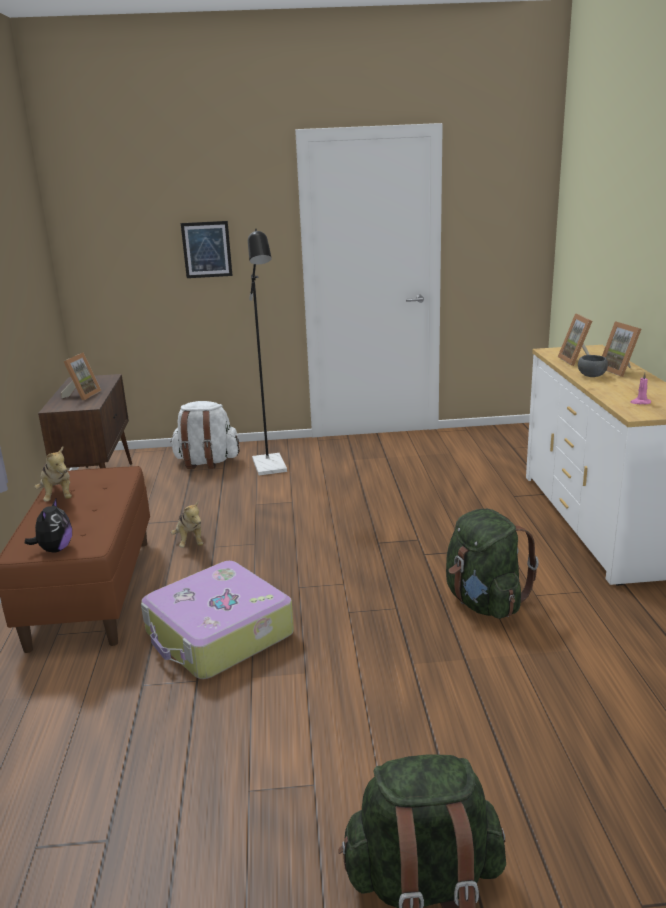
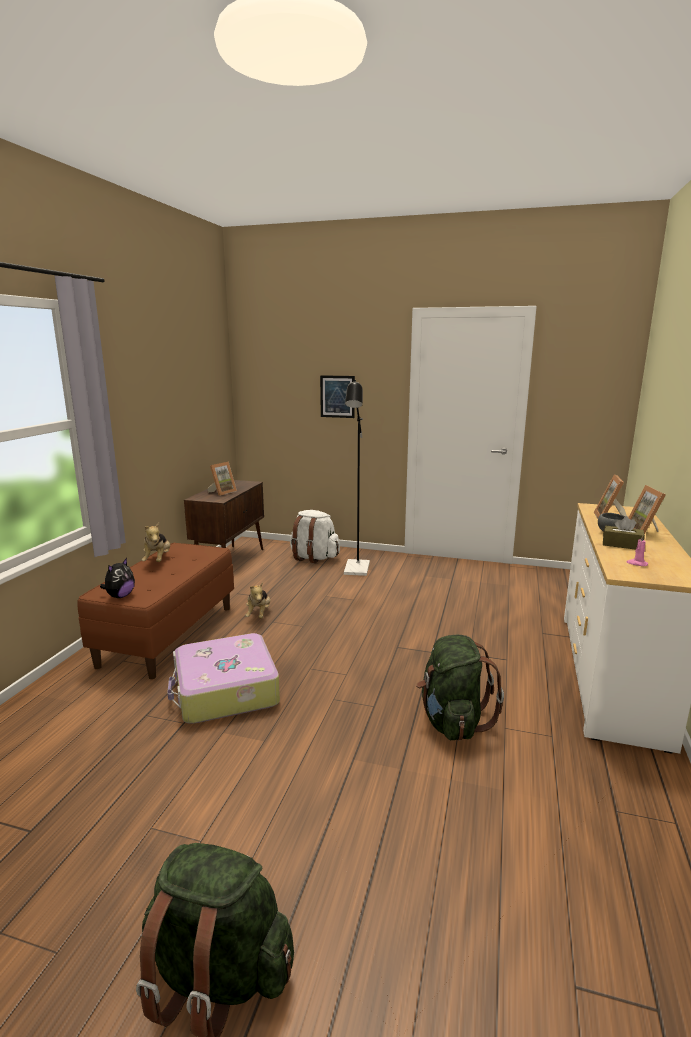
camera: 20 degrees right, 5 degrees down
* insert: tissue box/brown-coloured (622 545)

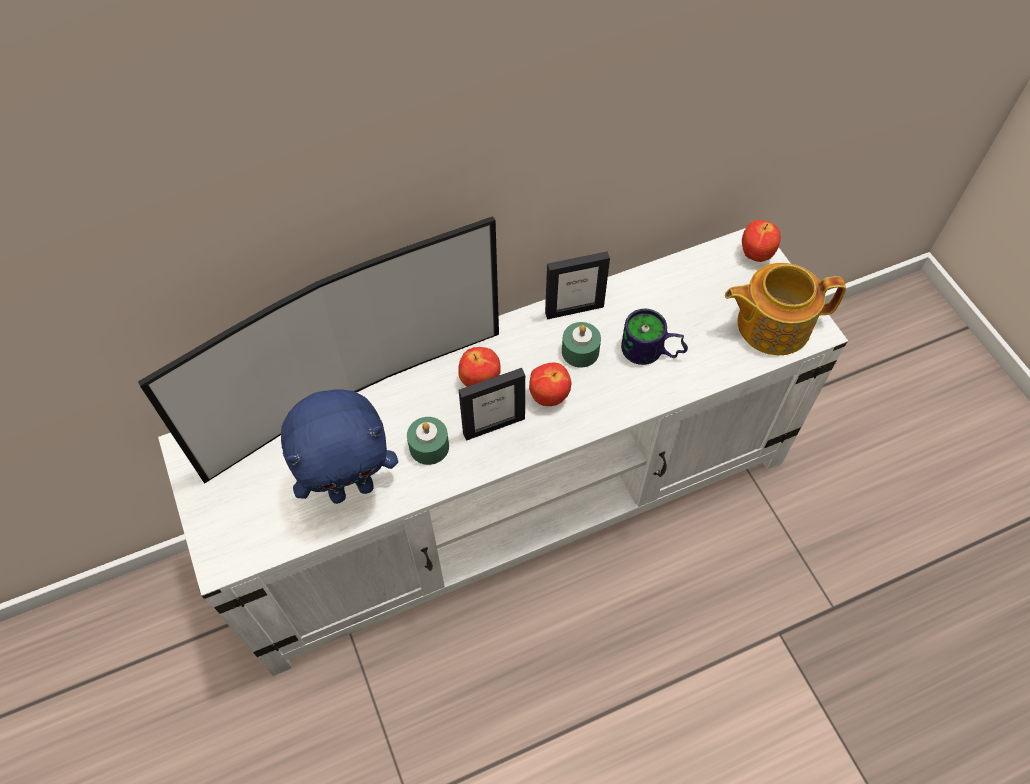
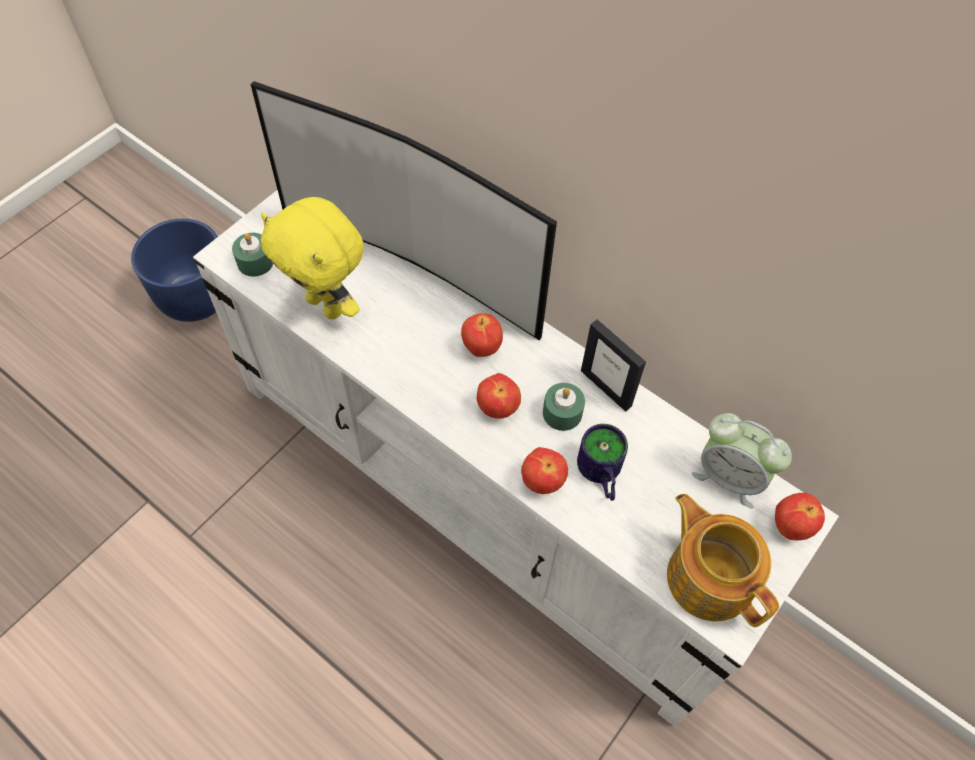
camera: 60 degrees right, 0 degrees up
* delete: picture frame (493 425)
* insert: plant pot/bluish (195 297)
* insert: whole apple (542 481)
* insert: table clock (729 477)
* move: candle/greenish (429 446) to (255 262)
* recolor: soft toy/bluish (352 488) to soft toy/yellow-coloured (327 305)

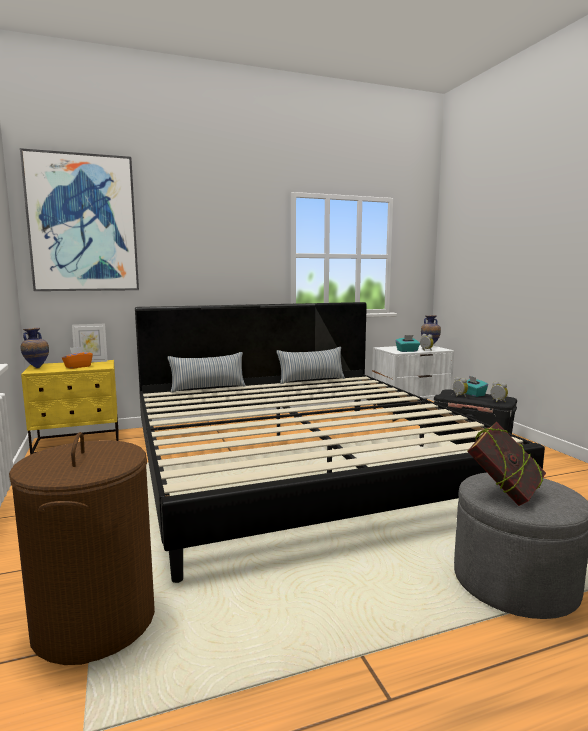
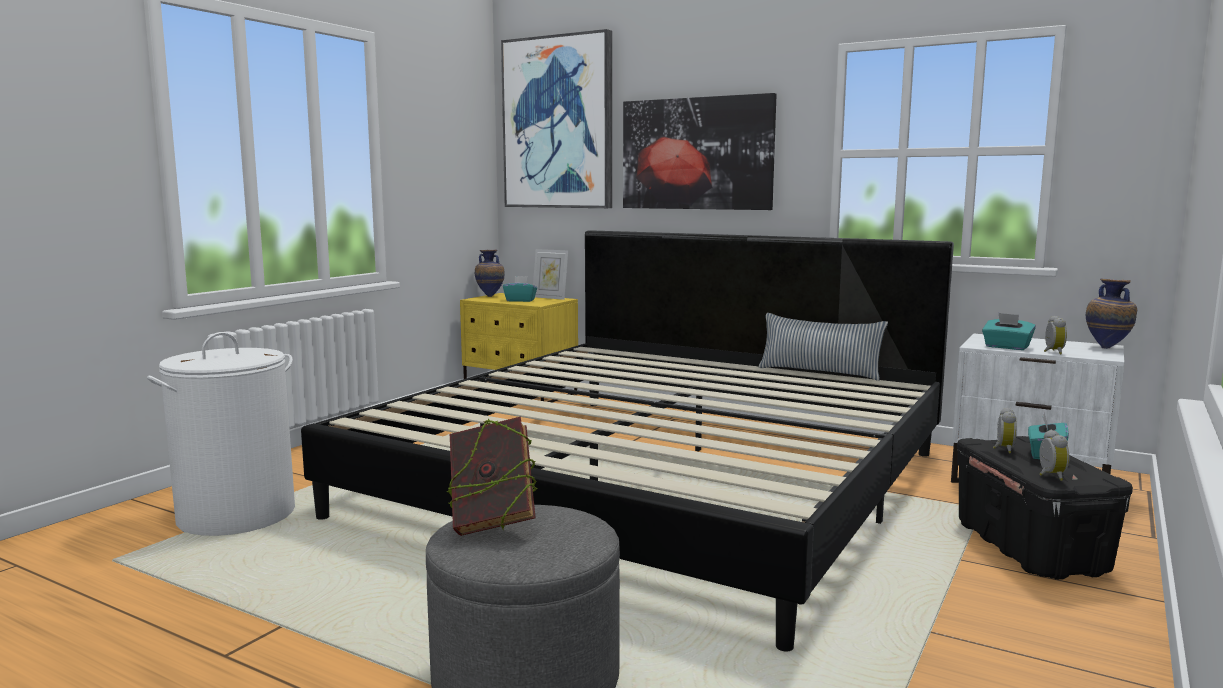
camera: 50 degrees right, 0 degrees up
* delete: throw pillow (208 388)
* insert: wall picture (696 154)
* recolor: washing basket/brown-coloured (94 621) to washing basket/whitish (237 515)
* recolor: tissue box/orange-coloured (78 366) to tissue box/turquoise-coloured (520 300)

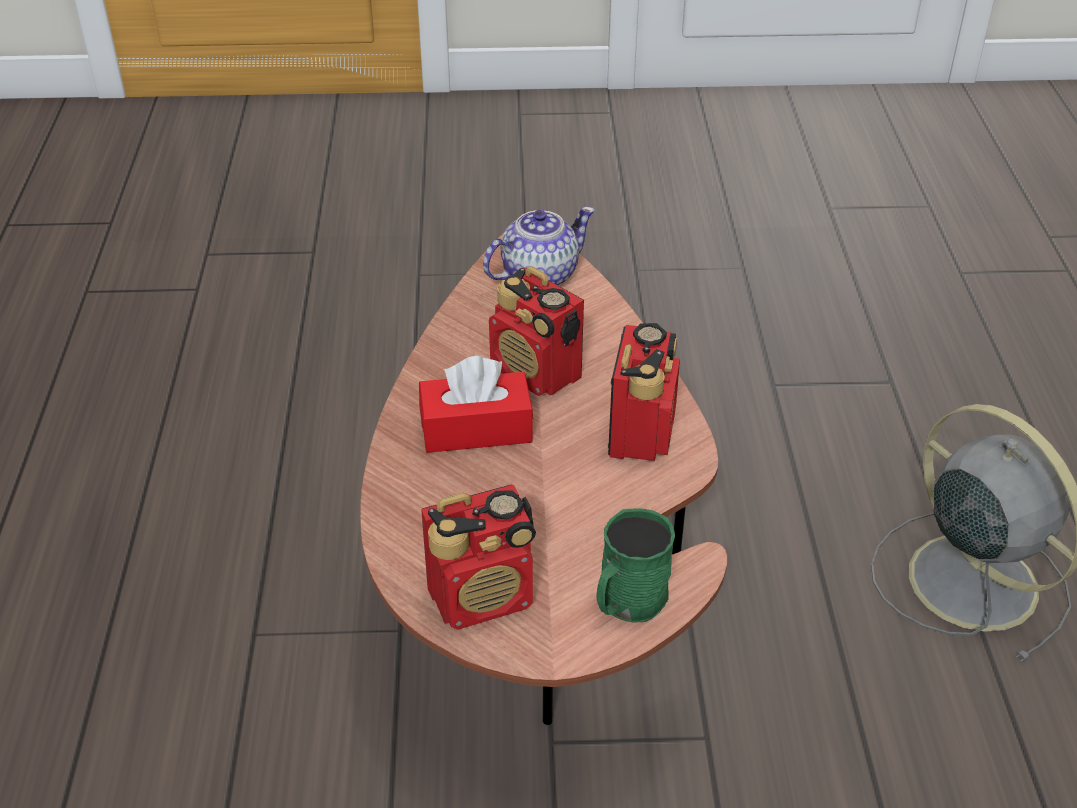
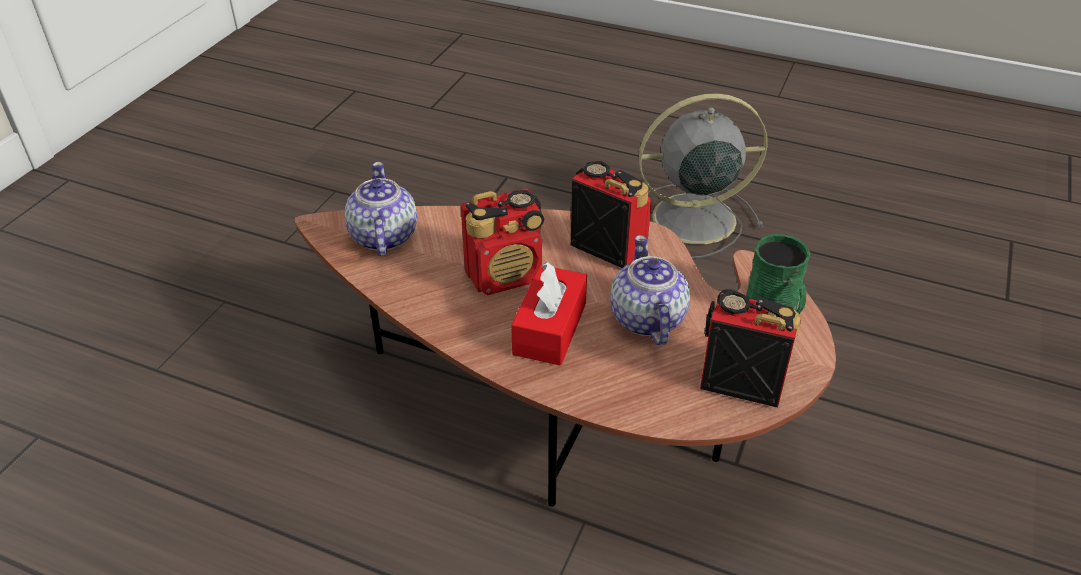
camera: 65 degrees left, 0 degrees up
* insert: teapot (646 319)
* rotate: radio receiver (483 597) = (740 380) 75 degrees counterclockwise

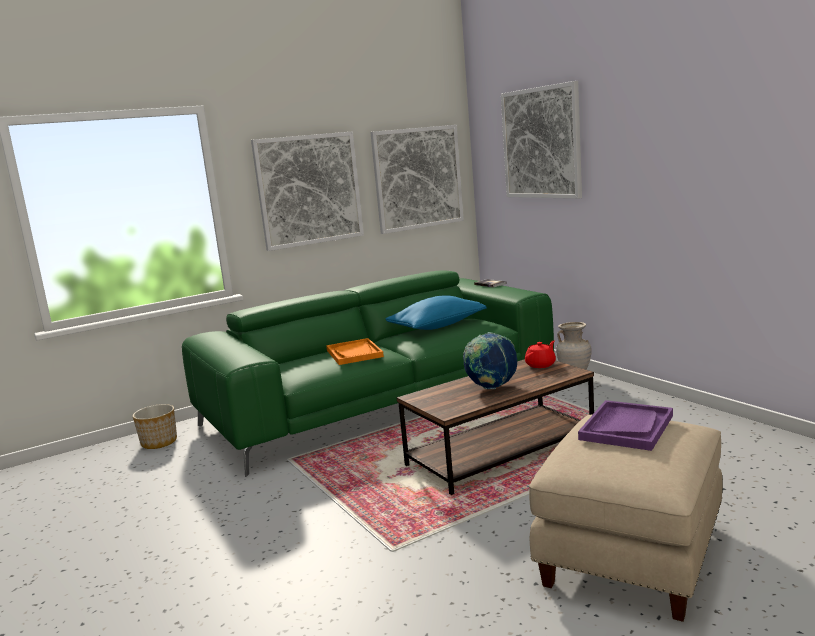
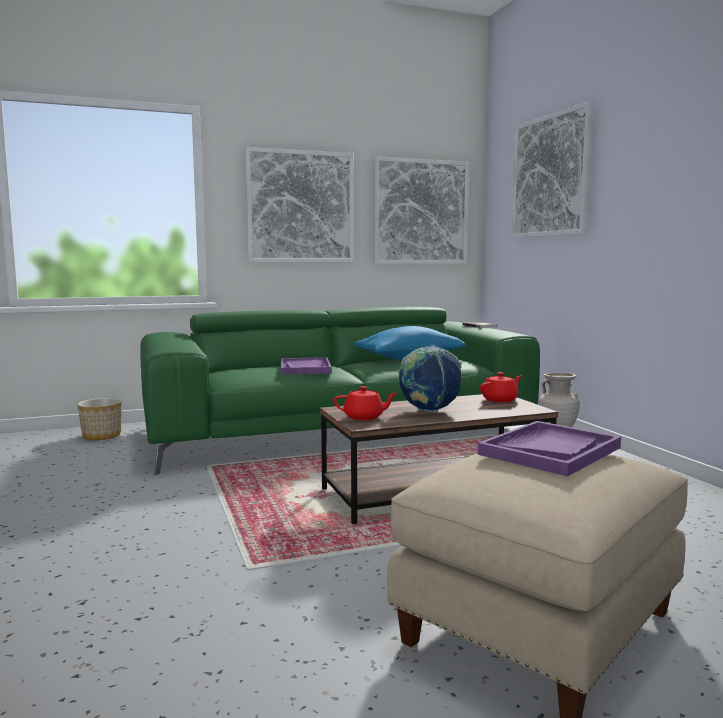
camera: 10 degrees right, 5 degrees down
* insert: teapot/red-coloured (364 417)
* recolor: tray/orange-coloured (354 353) to tray/purplish (305 368)

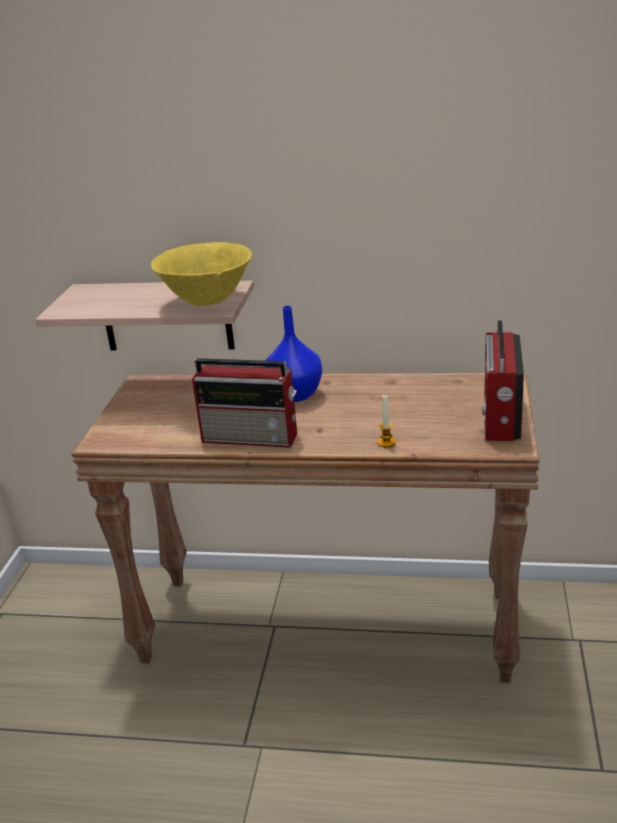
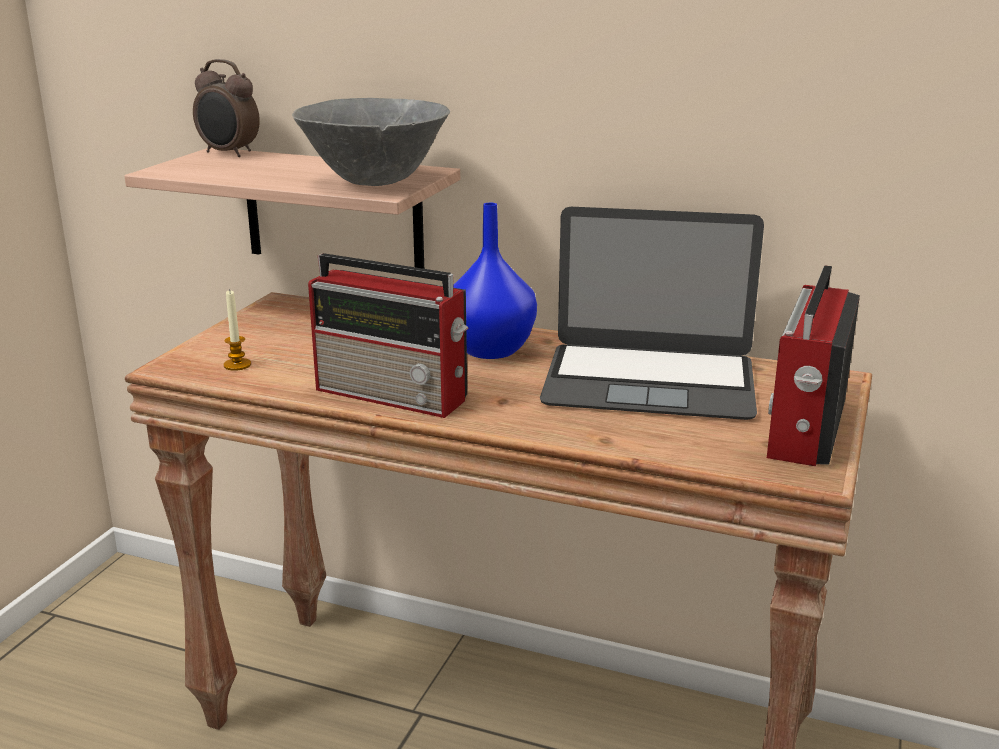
camera: 10 degrees right, 5 degrees down
* insert: table clock (229 154)
* insert: laptop (649 381)
* move: candle (386 442) to (237 365)
* recolor: serving bowl/yellow-coloured (208 301) to serving bowl/greyish (376 182)

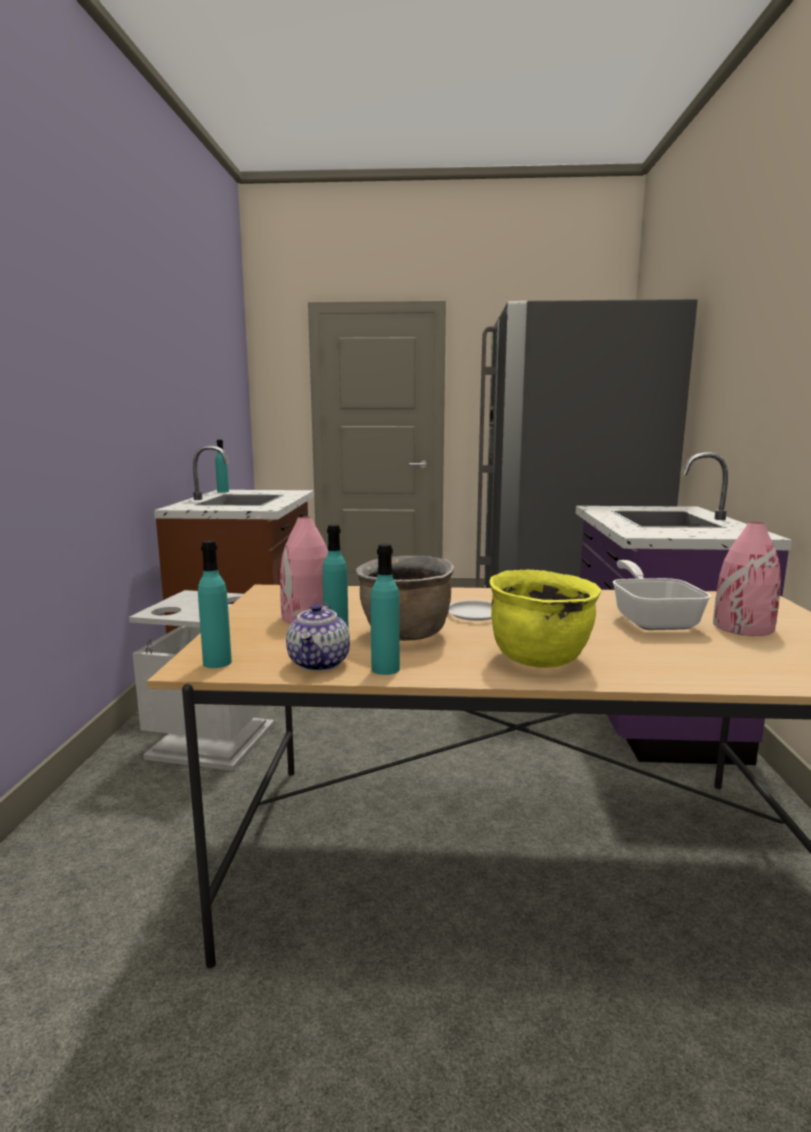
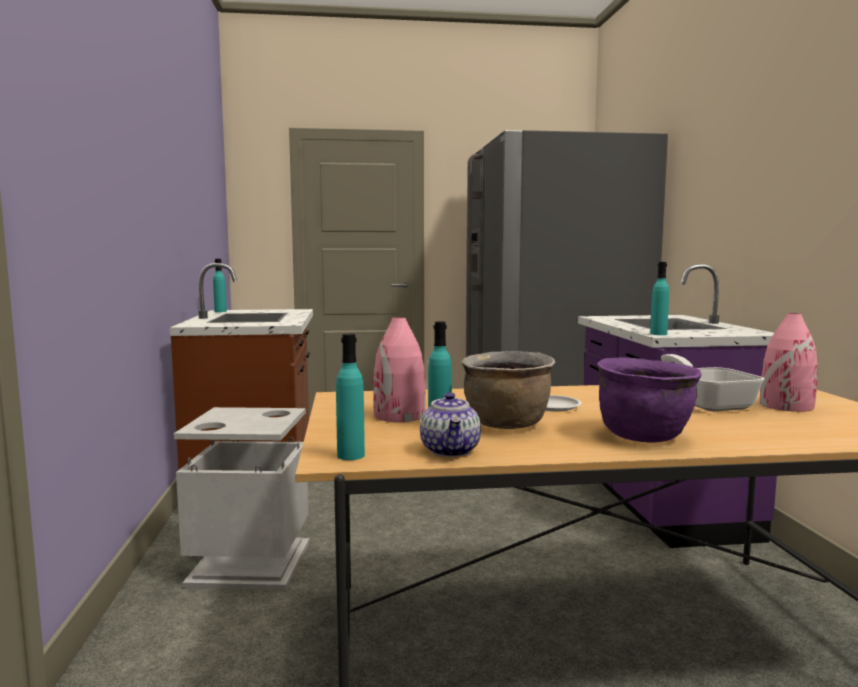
camera: 10 degrees left, 5 degrees down
* move: drink bottle/turquoise-coloured (385 669) to (658 334)
* recolor: saucepot/yellow-coloured (540 658) to saucepot/purplish (644 436)

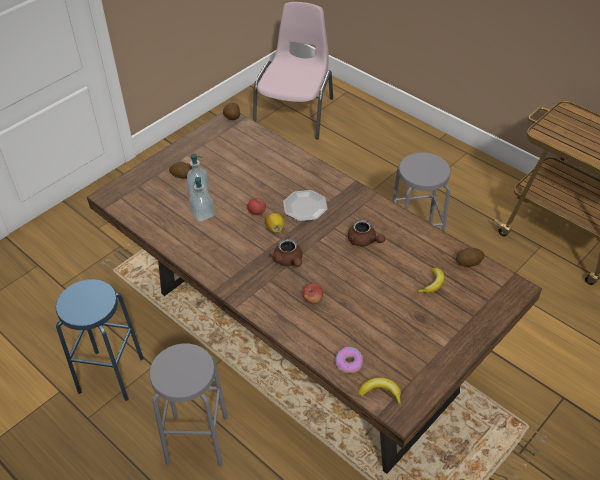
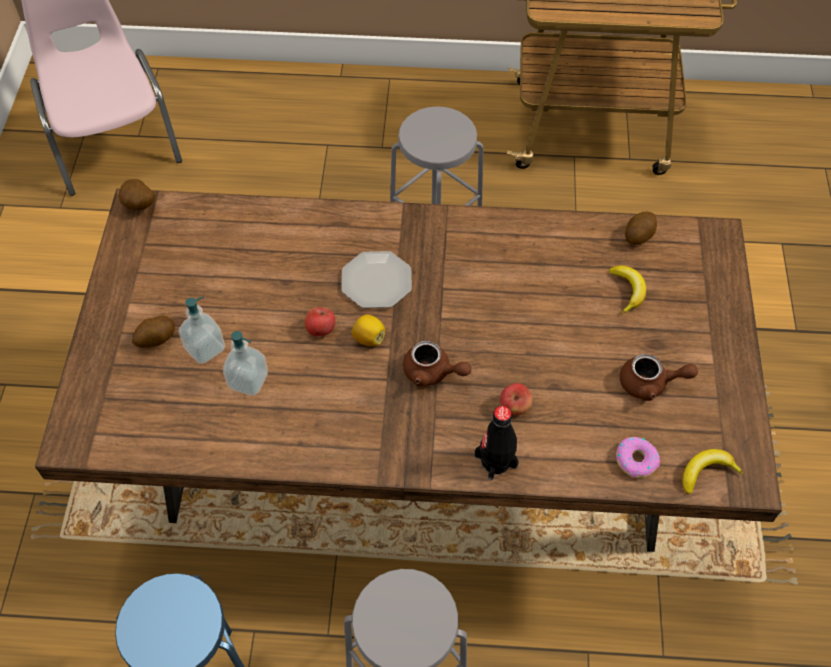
camera: 40 degrees left, 10 degrees up
* insert: drink bottle/black-coloured (495 461)
* move: teapot/brown-coloured (364 241) to (650 384)

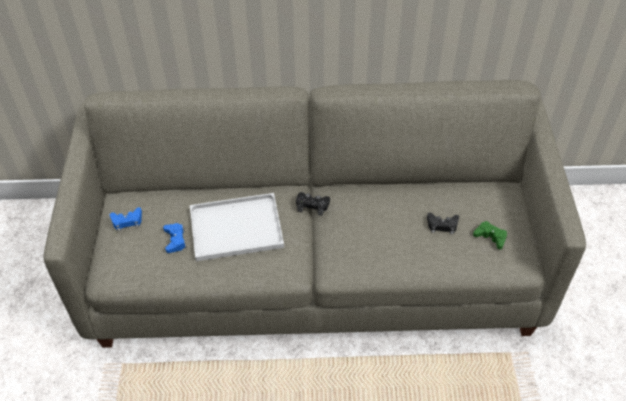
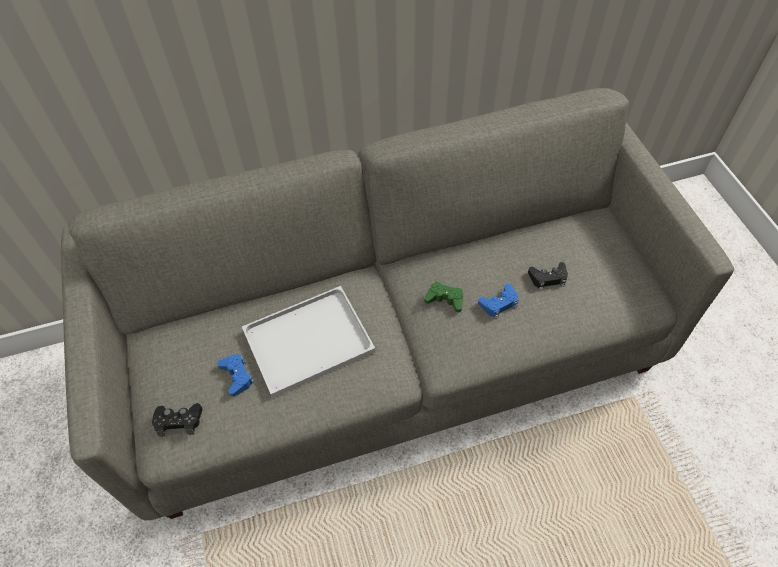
camera: 15 degrees left, 5 degrees up
* move: joypad/bluish (127 221) to (499 304)
* move: joypad/black-coloured (312 205) to (179 421)
* move: joypad/greenish (490 237) to (445 299)

